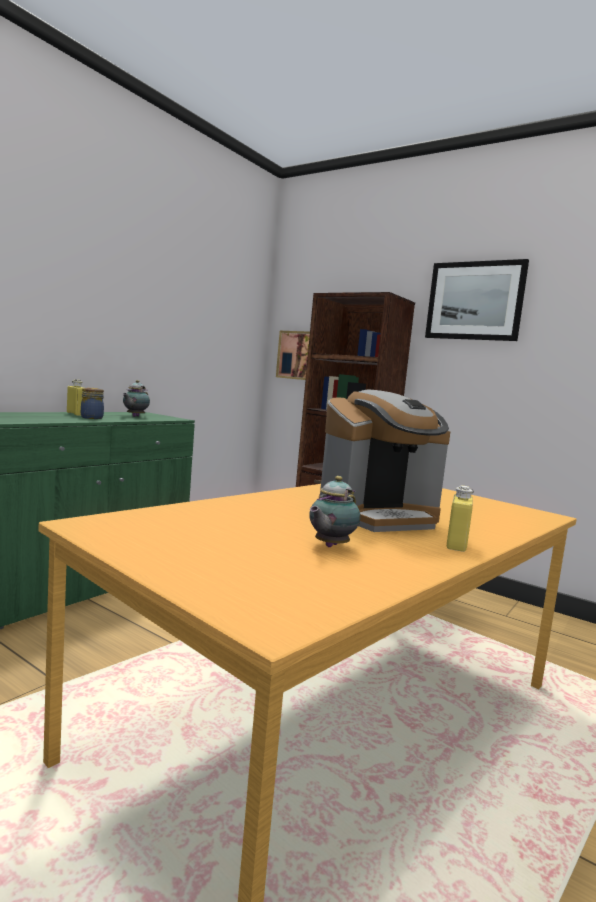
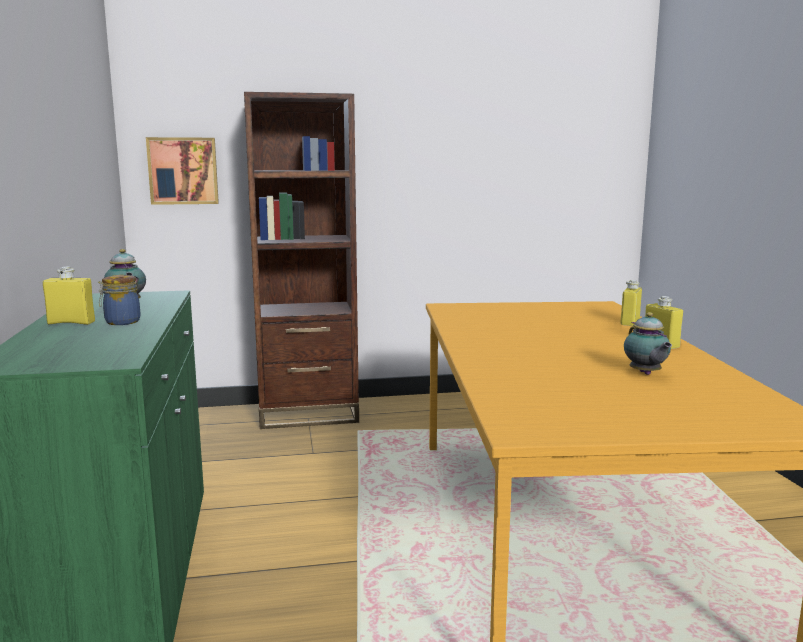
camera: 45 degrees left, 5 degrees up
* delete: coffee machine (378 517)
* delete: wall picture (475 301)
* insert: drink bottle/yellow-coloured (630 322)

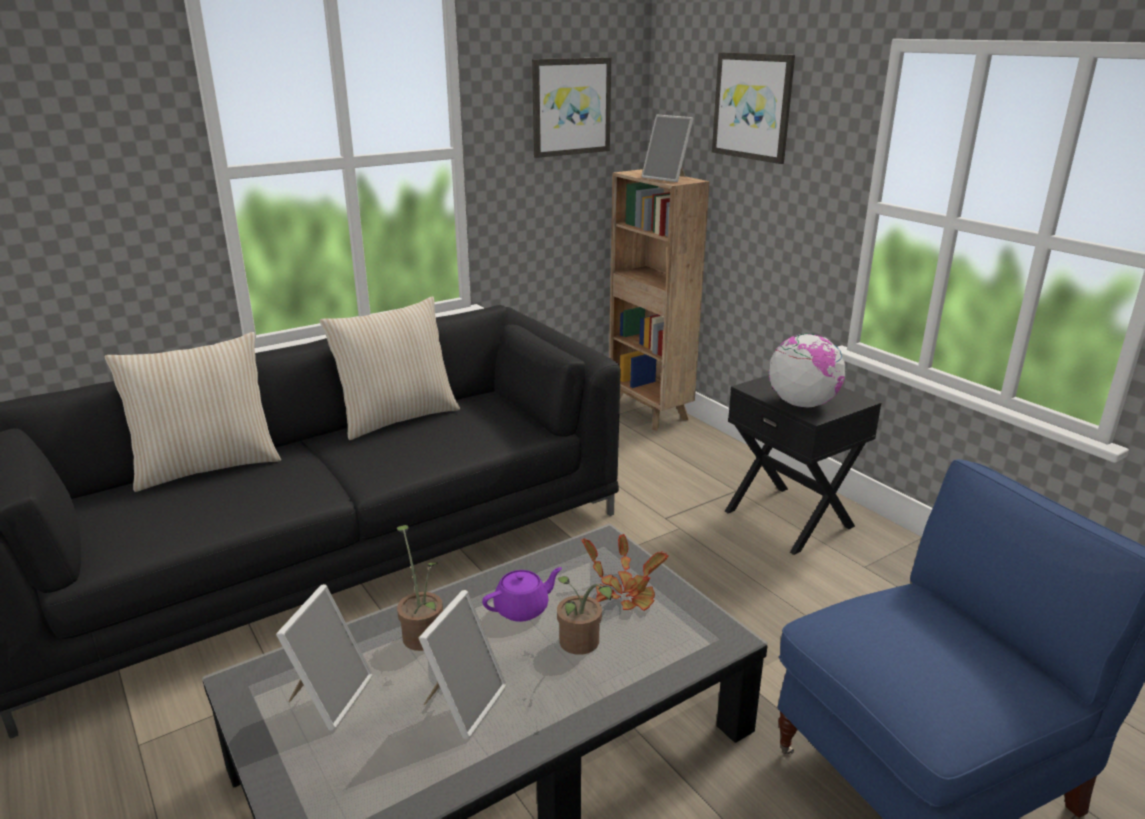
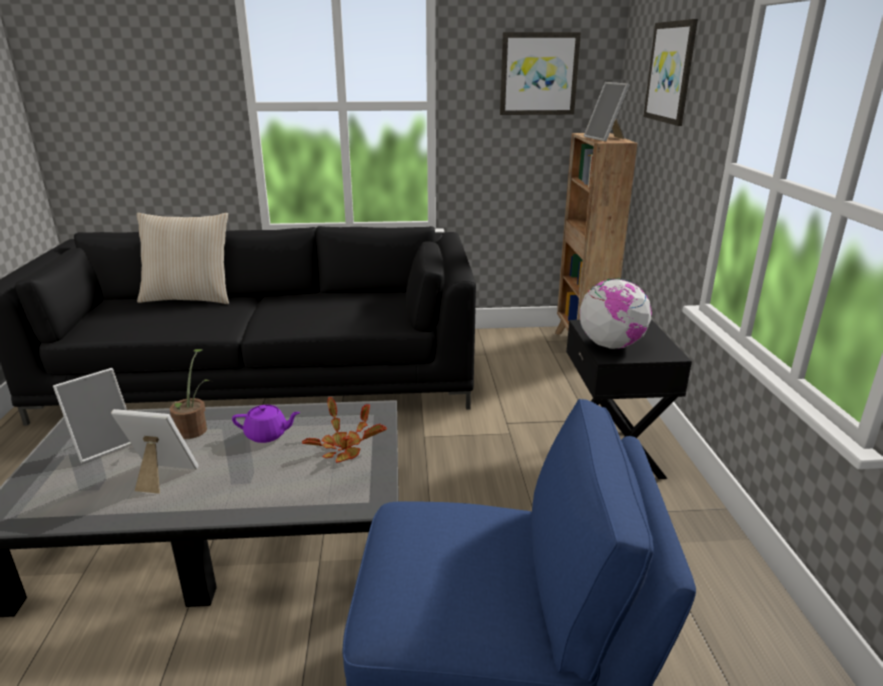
camera: 30 degrees right, 0 degrees up
* delete: throw pillow/beige-coloured (397 418)
* delete: plant in a pot (580 645)
* rotate: picture frame (463 703) = (161 476) 135 degrees counterclockwise

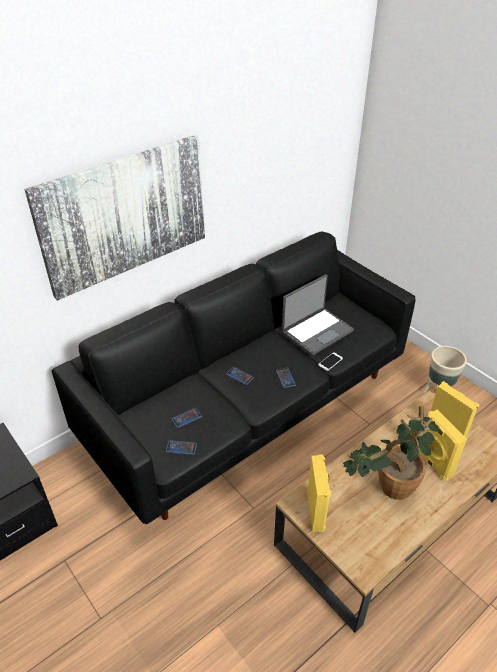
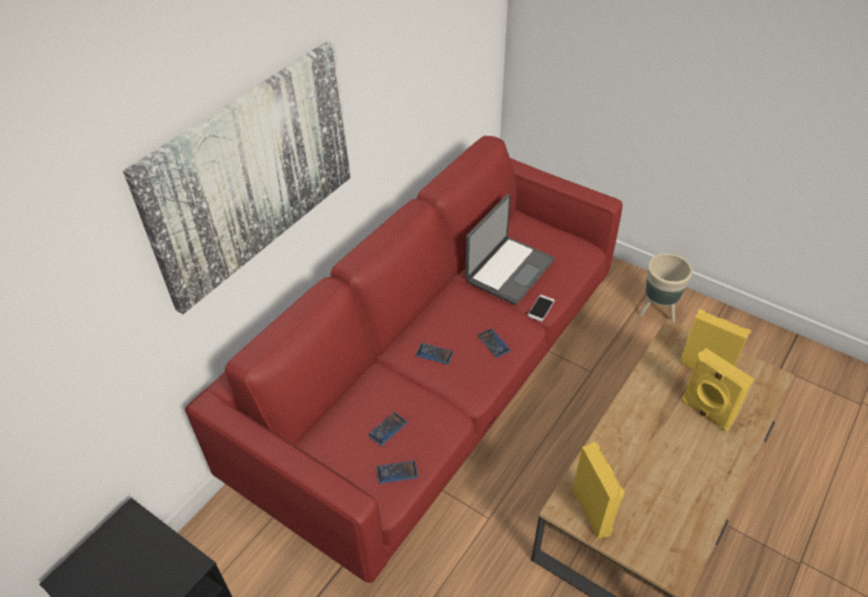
camera: 15 degrees left, 5 degrees up
* delete: plant in a pot (387 487)
* recolor: couch/black-coloured (248 409) to couch/red-coloured (436 388)

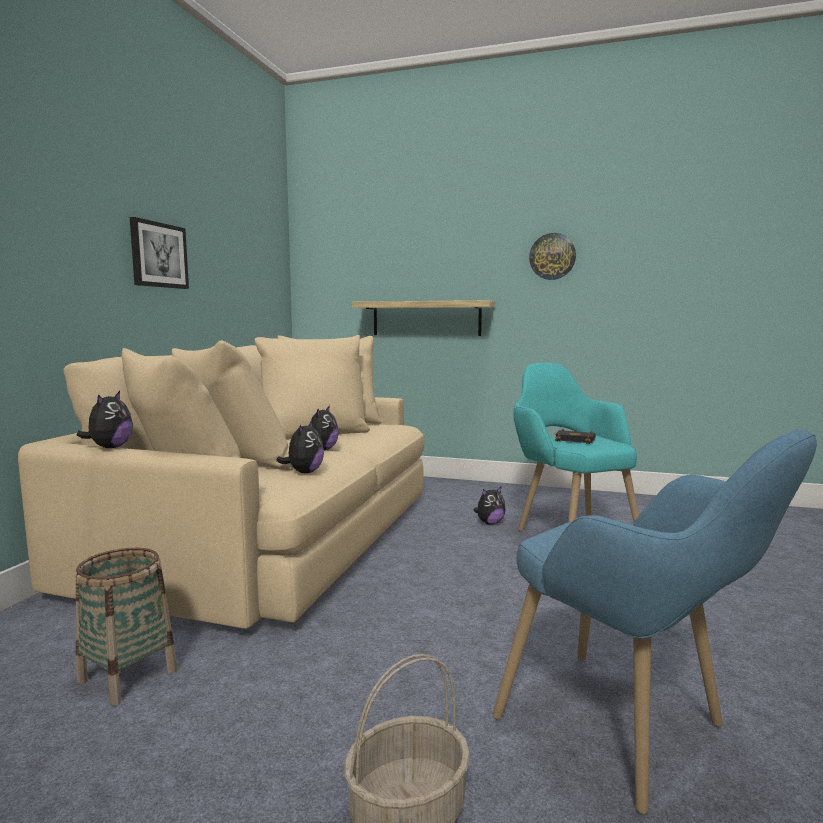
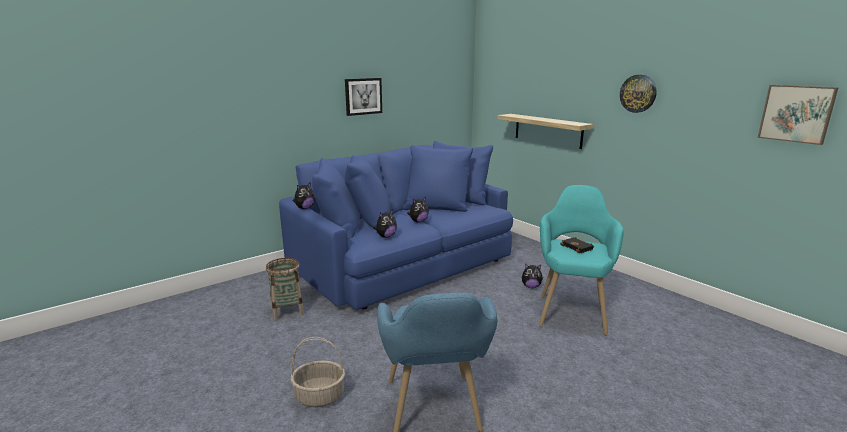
camera: 35 degrees right, 10 degrees up
* insert: wall picture (796 113)
* recolor: couch/beige-coloured (272 538) to couch/bluish (402 262)

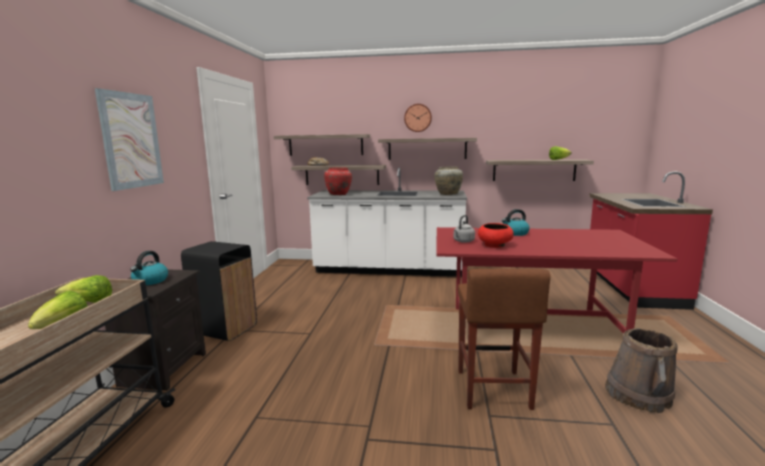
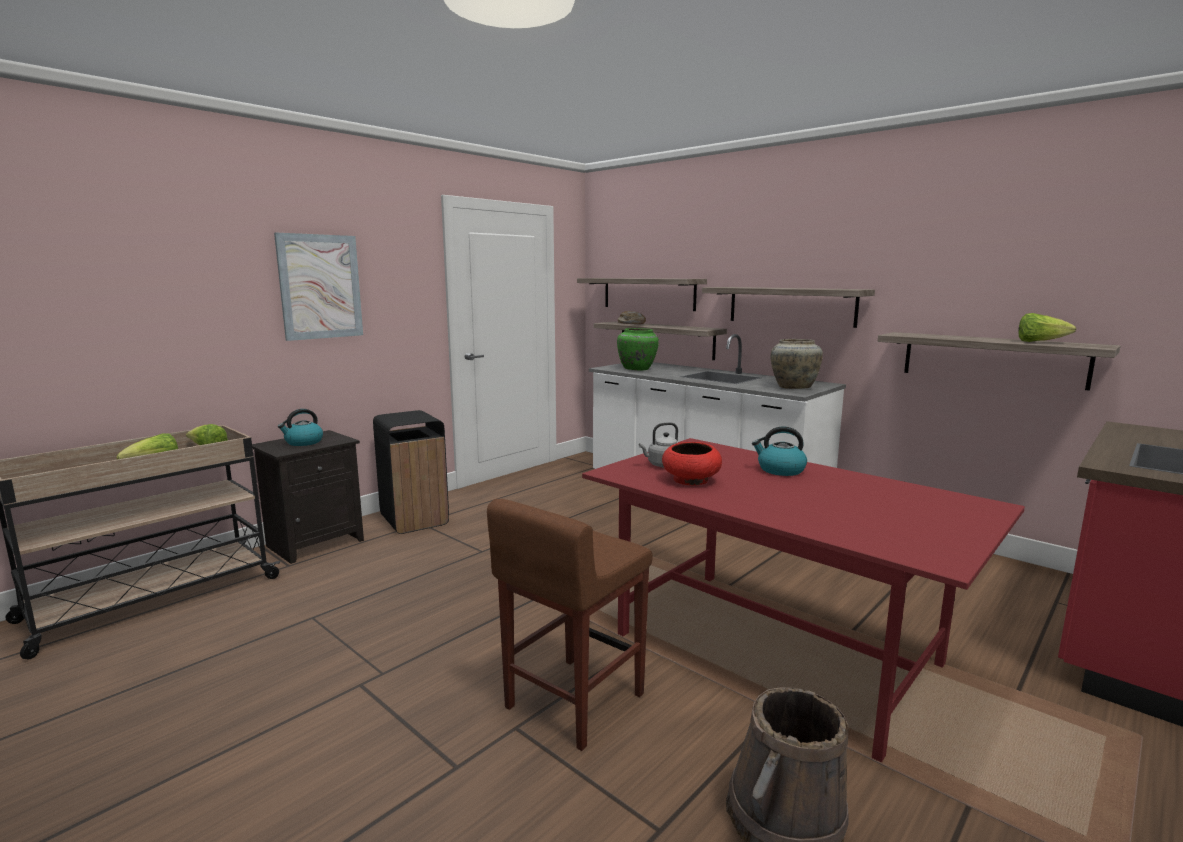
camera: 35 degrees right, 0 degrees up
* delete: hanging clock (418 118)
* recolor: vase/red-coloured (339 194) to vase/greenish (637 369)

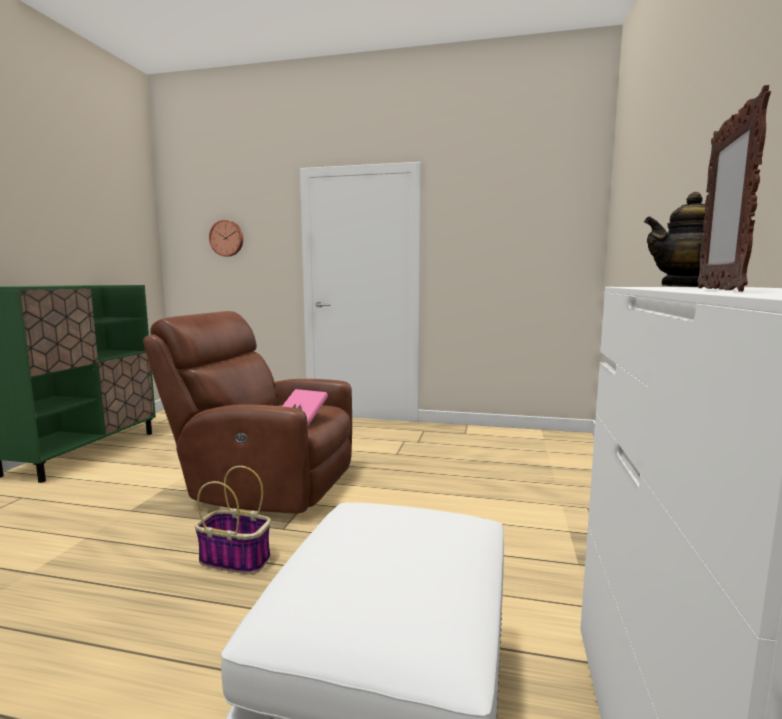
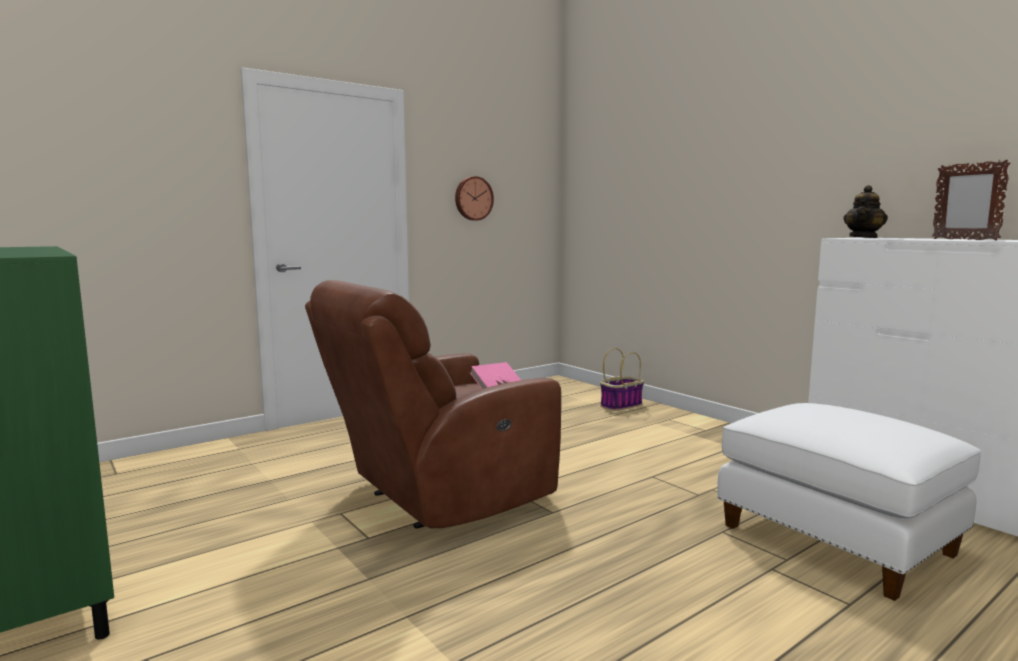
camera: 50 degrees left, 0 degrees up
* move: storage basket (236 560) to (621 405)
* move: hanging clock (227 238) to (473 198)

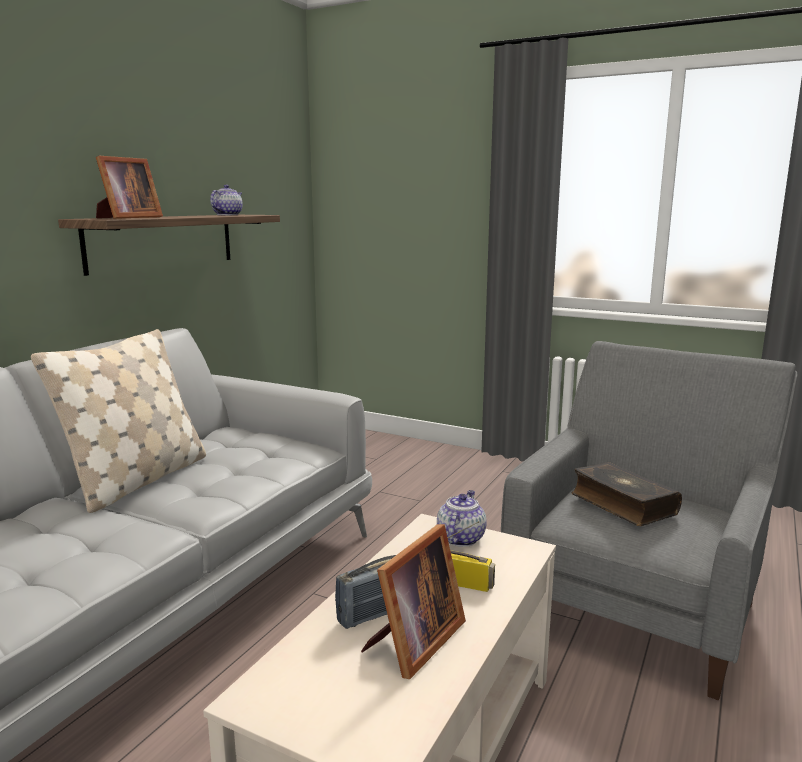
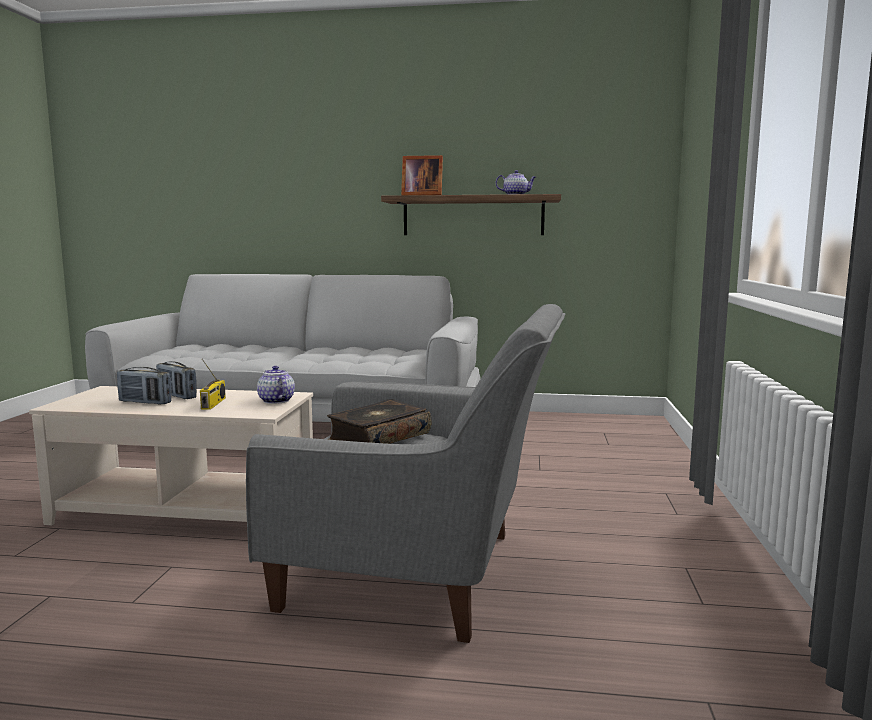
camera: 70 degrees right, 5 degrees down
* delete: throw pillow/beige-coloured (138 480)
* replace: picture frame (413 643) to radio receiver (145 402)
* rotate: teapot (460 538) = (275 401) 120 degrees counterclockwise

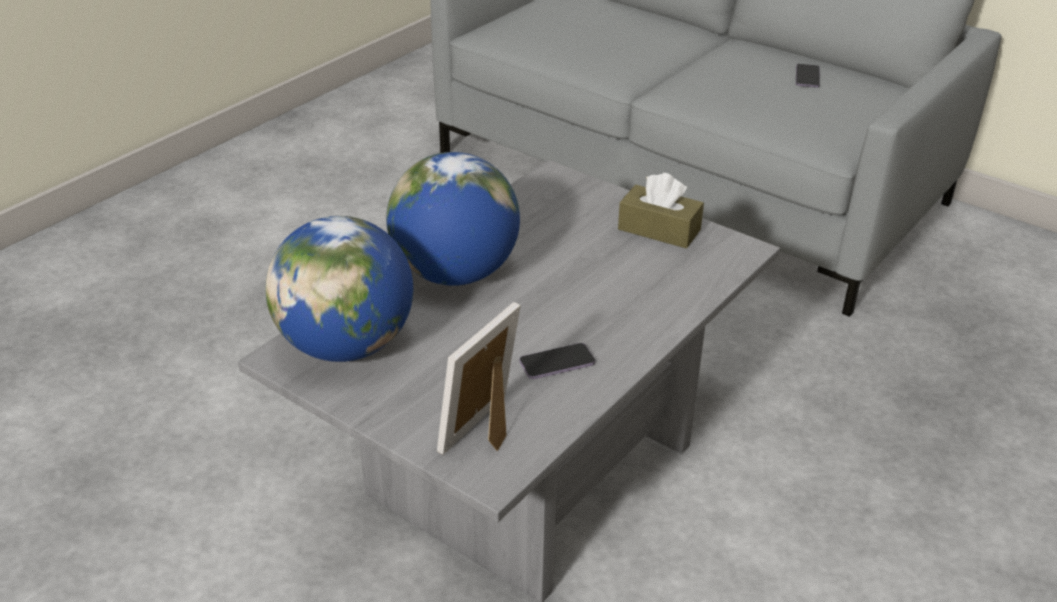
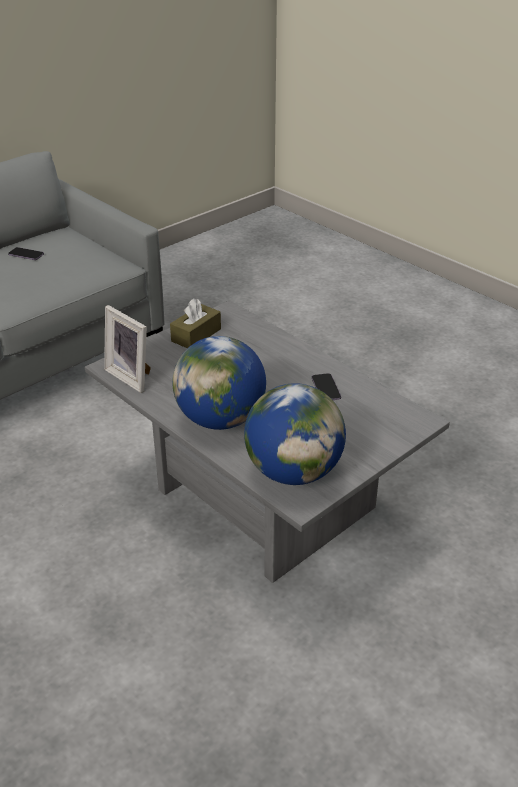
camera: 80 degrees left, 0 degrees up
* move: picture frame (487 431) to (132 376)

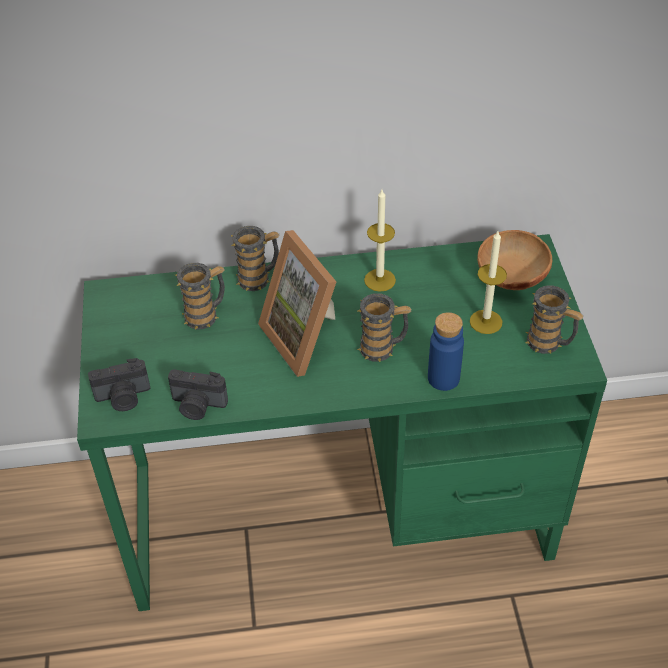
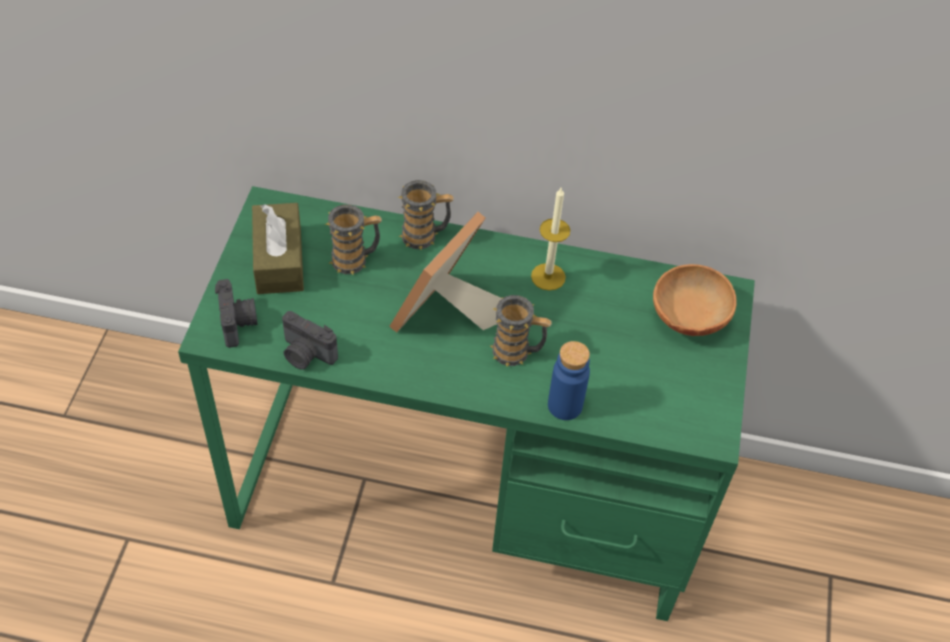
camera: 15 degrees right, 5 degrees up
* delete: candle (486 322)
* delete: coffee mug (549 344)
* insert: tissue box/brown-coloured (279 260)
* rotate: still camera (123 398) = (239 322) 105 degrees counterclockwise
* rotate: picture frame (307 338) = (445 317) 45 degrees clockwise

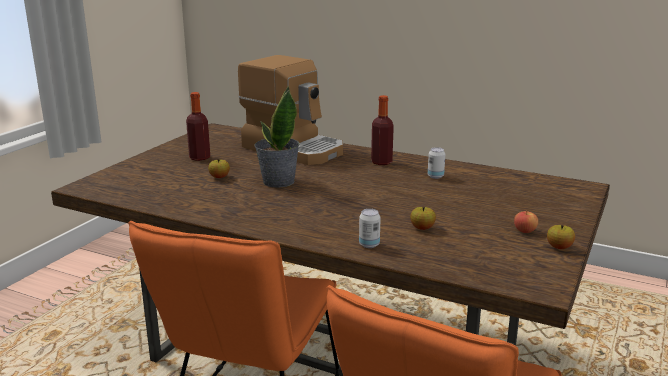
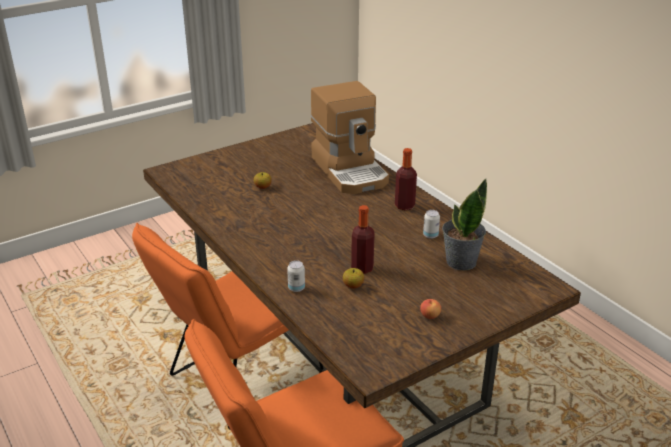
camera: 30 degrees right, 10 degrees up
* delete: whole apple (559 247)
* move: drink bottle (199 158) to (362 268)
* move: plant in a pot (278 181) to (460 261)

